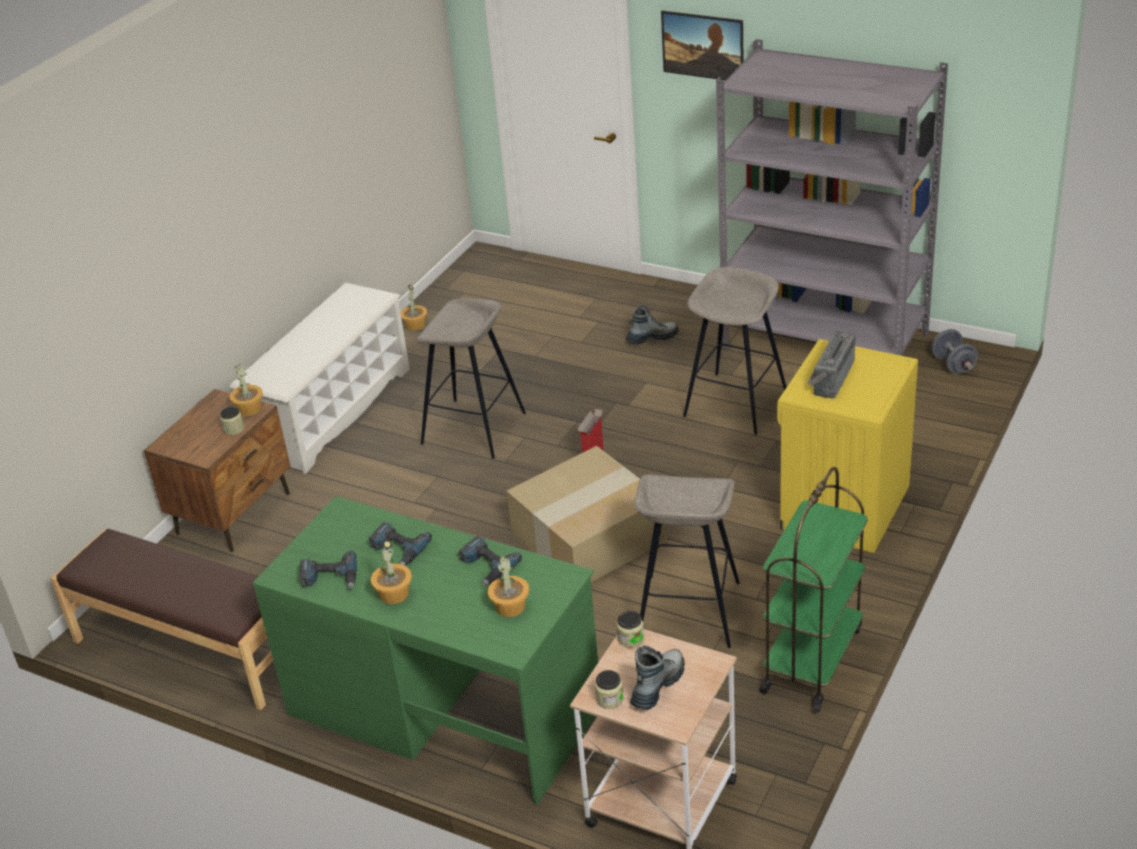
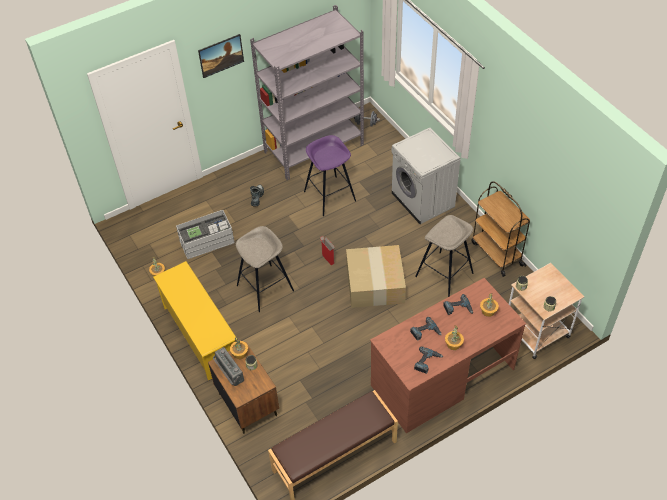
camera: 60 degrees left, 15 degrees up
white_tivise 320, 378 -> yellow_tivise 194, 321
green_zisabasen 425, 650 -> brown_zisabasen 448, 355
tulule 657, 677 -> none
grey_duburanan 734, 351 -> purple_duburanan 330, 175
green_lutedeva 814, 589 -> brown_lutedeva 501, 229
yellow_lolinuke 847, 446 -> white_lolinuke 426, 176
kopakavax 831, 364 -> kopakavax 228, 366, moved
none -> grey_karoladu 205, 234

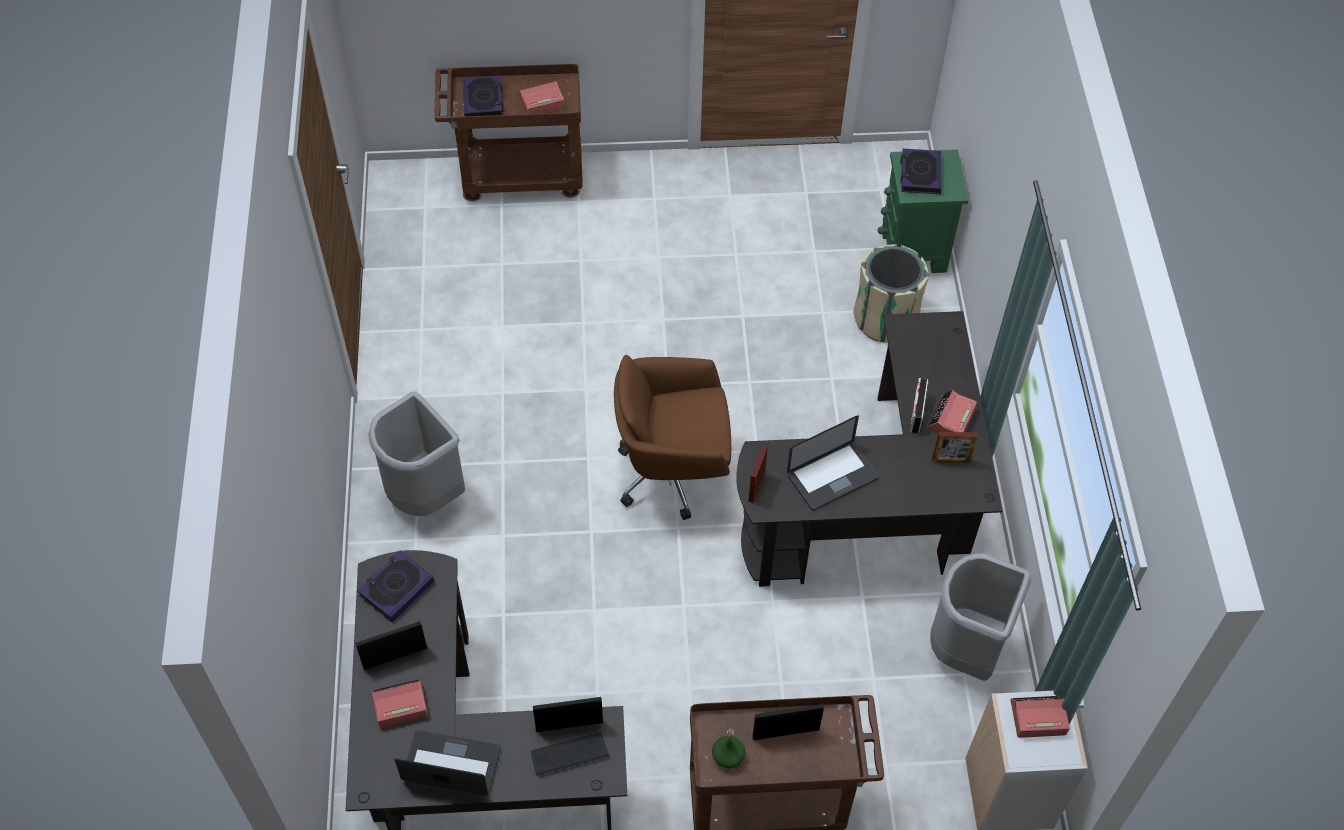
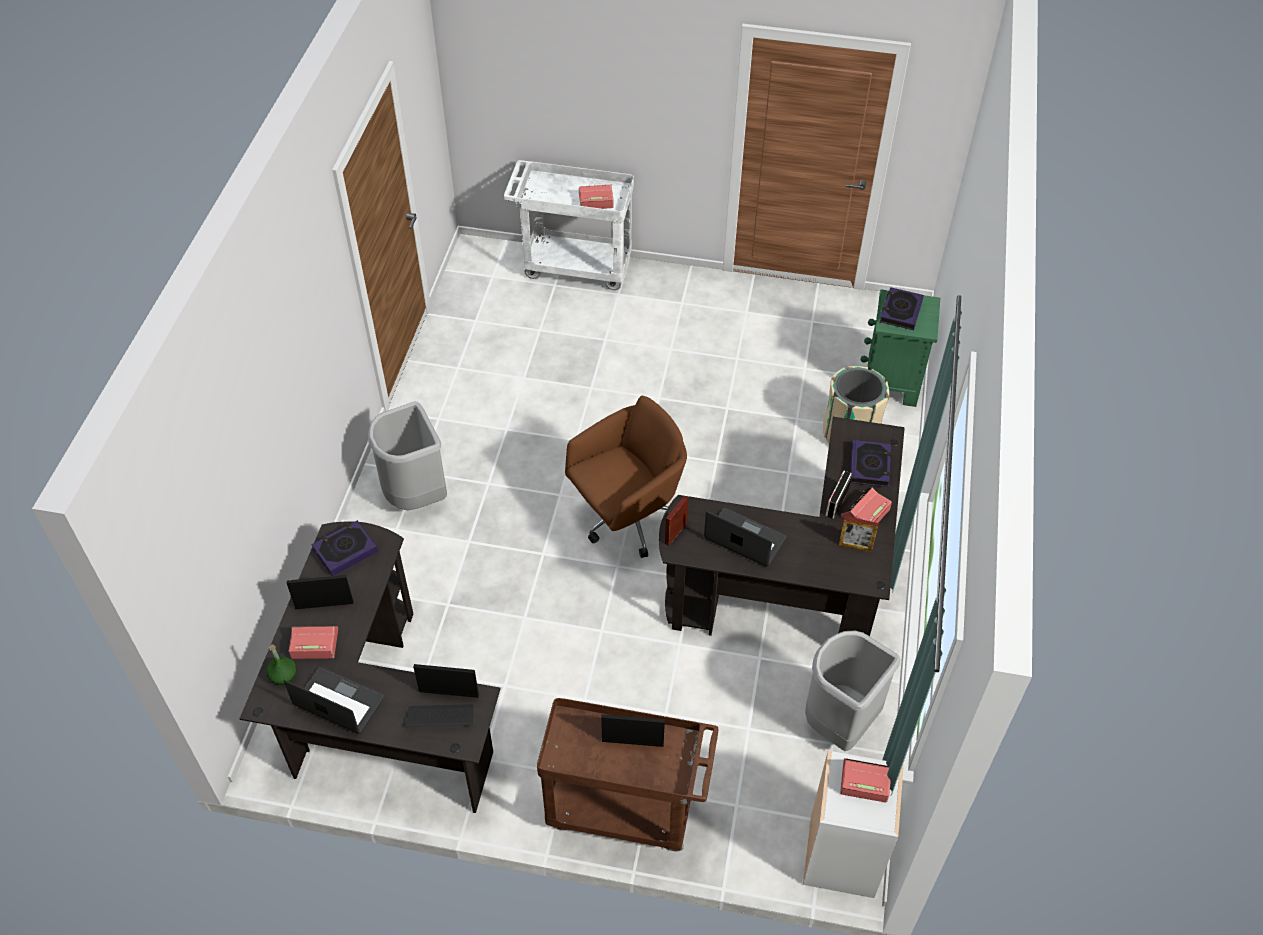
camera: 15 degrees right, 5 degrees down
brown_lutedeva 509, 132 -> white_lutedeva 569, 225
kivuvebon 483, 95 -> kivuvebon 870, 463, moved
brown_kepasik 672, 437 -> brown_kepasik 626, 477, 135 degrees clockwise
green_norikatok 728, 748 -> green_norikatok 281, 665, moved
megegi 833, 463 -> megegi 745, 537, 135 degrees counterclockwise

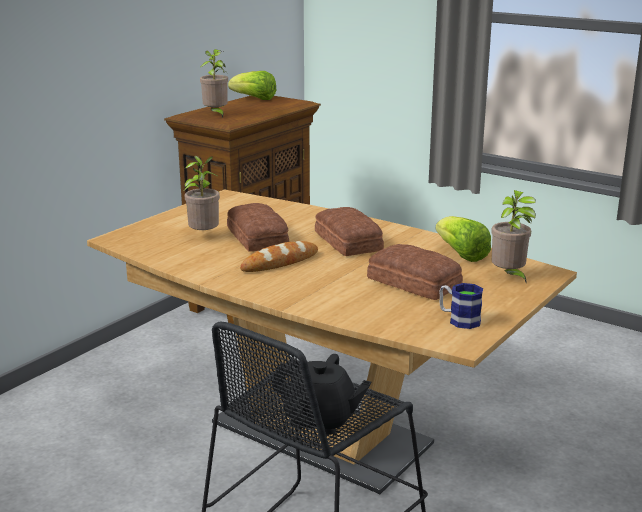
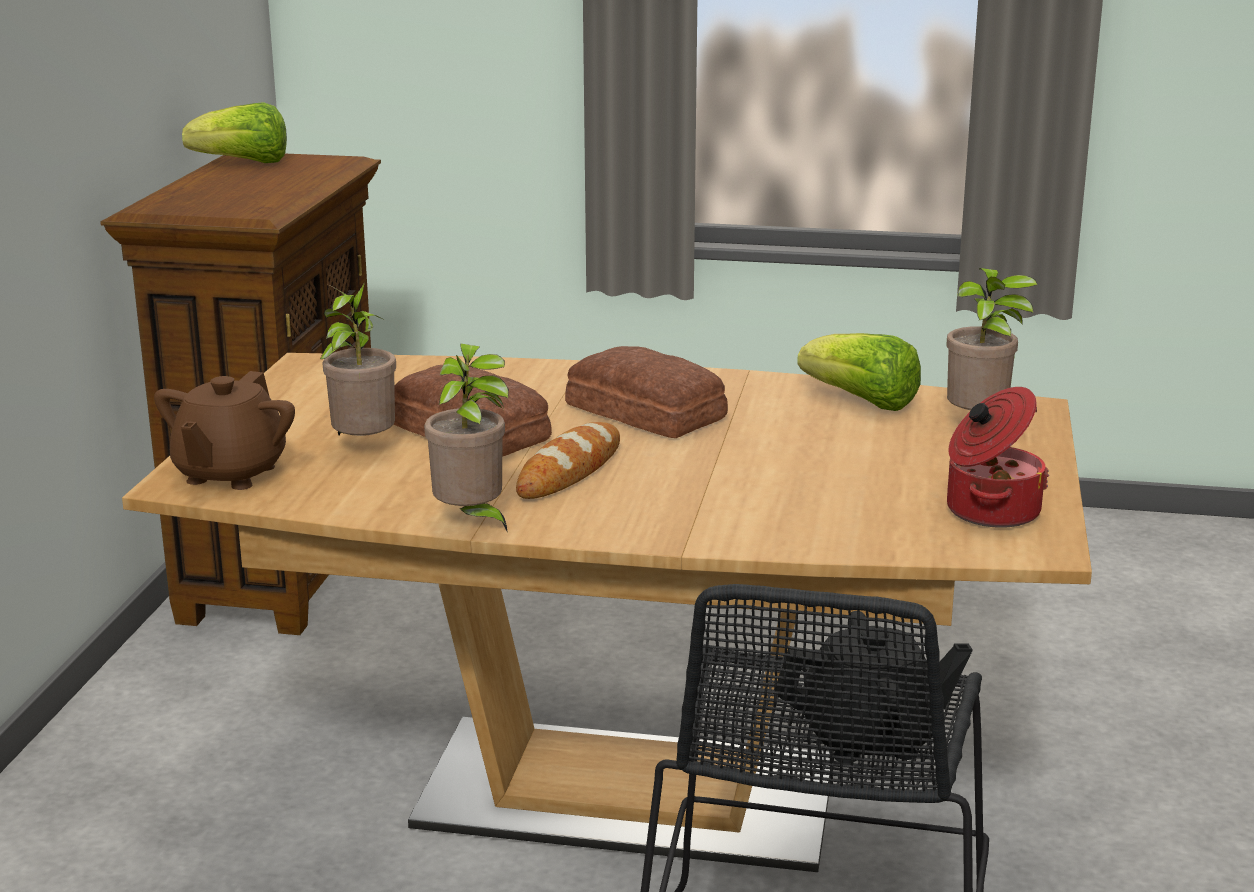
camera: 25 degrees left, 0 degrees up
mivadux 214, 83 -> mivadux 466, 438, moved
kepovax 415, 272 -> none
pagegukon 461, 306 -> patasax 998, 457
none -> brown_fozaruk 224, 430

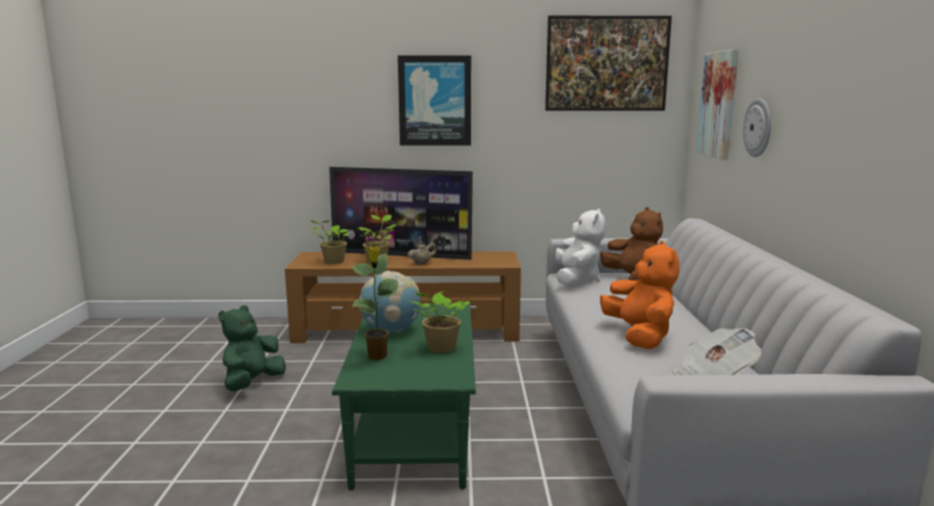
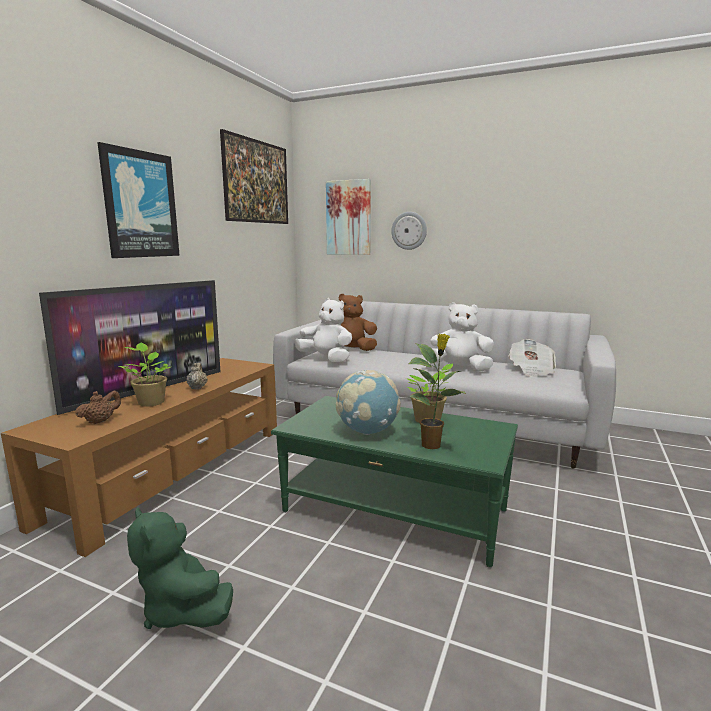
camera: 65 degrees left, 0 degrees up
mivadux 329, 242 -> brown_fozaruk 98, 407
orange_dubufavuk 639, 295 -> white_dubufavuk 462, 336

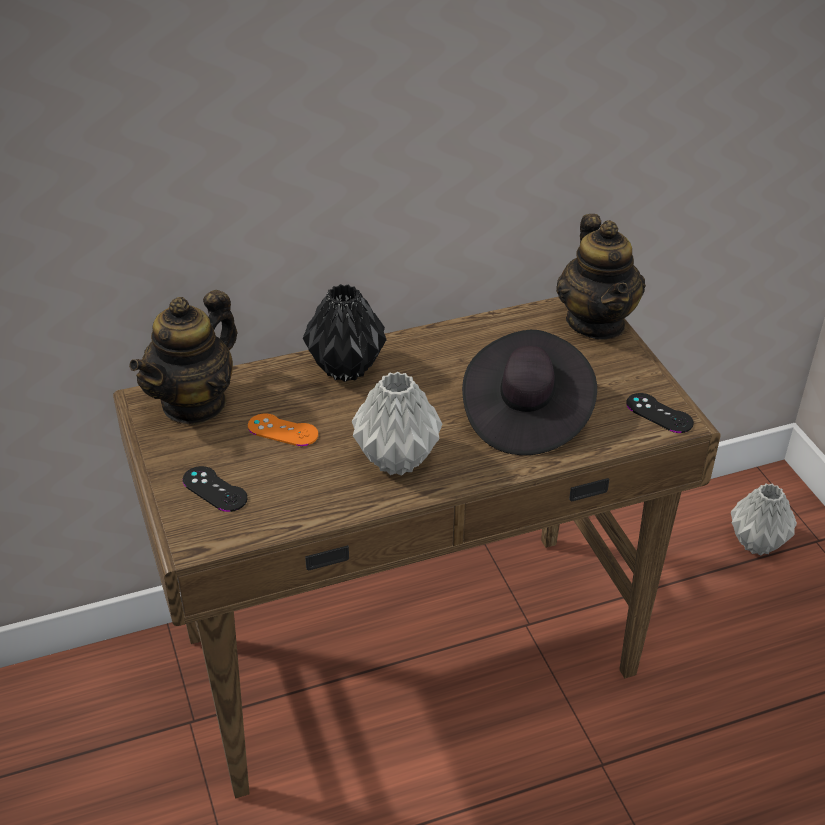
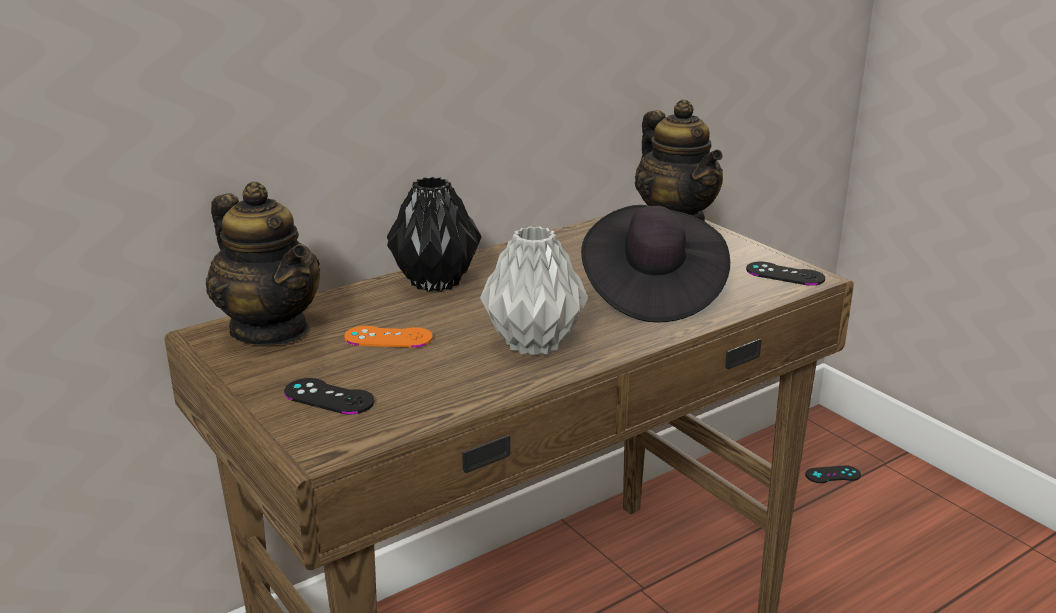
camera: 15 degrees left, 15 degrees down
fozaruk 183, 357 -> fozaruk 263, 263, 60 degrees counterclockwise
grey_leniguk 764, 519 -> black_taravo 833, 474

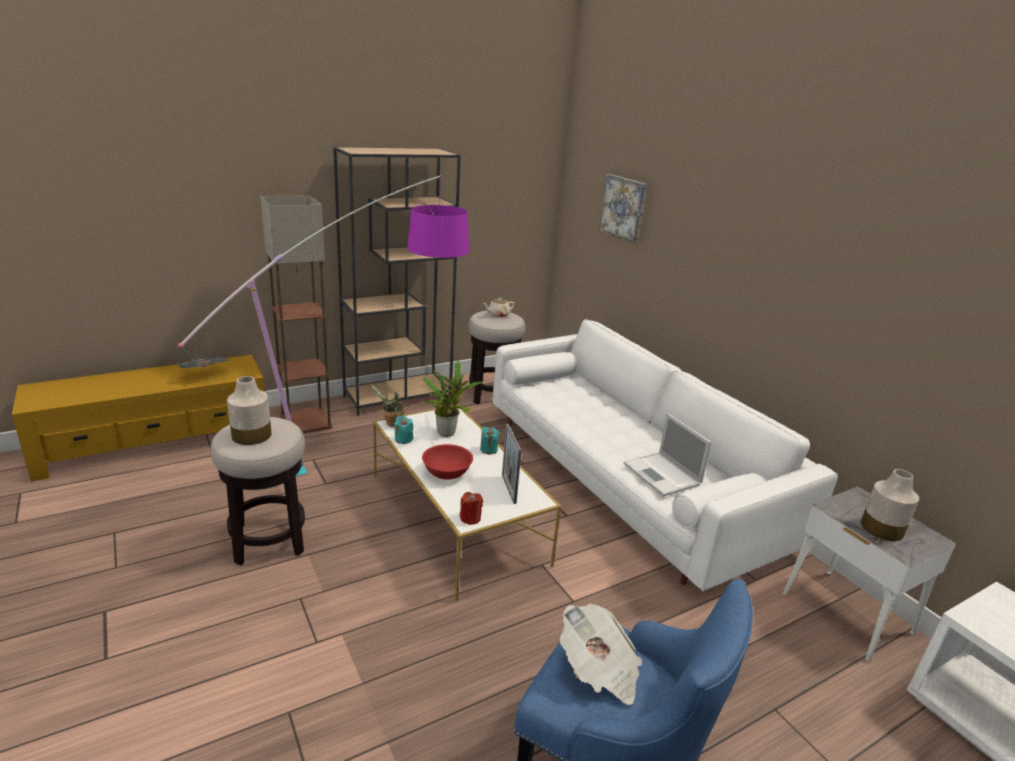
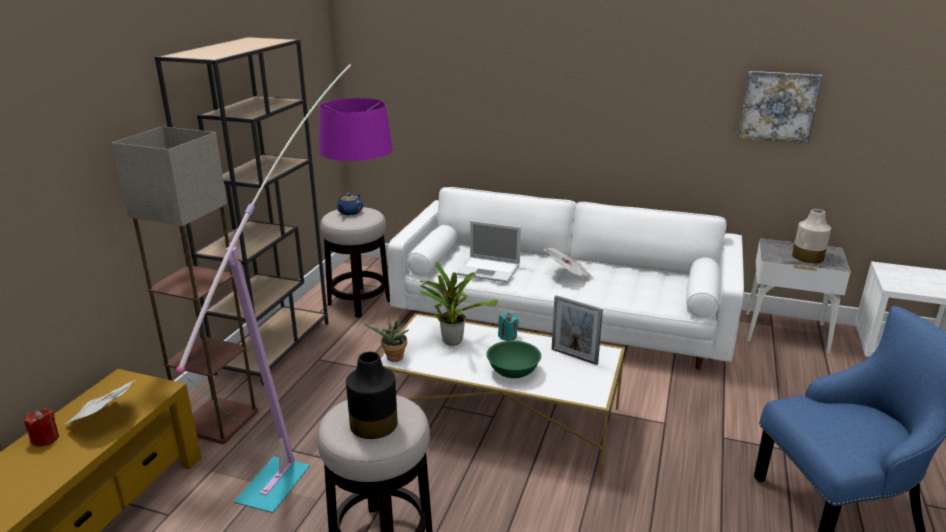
camera: 40 degrees left, 0 degrees up
beige_leniguk 249, 410 -> black_leniguk 372, 395
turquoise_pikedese 403, 429 -> none
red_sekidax 447, 461 -> green_sekidax 513, 359
red_pikedese 471, 508 -> red_pikedese 41, 427, moved
beige_fozaruk 499, 307 -> blue_fozaruk 350, 204
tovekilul 601, 654 -> tovekilul 569, 263, moved
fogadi 623, 209 -> fogadi 780, 107, moved
megegi 668, 455 -> megegi 489, 252, moved

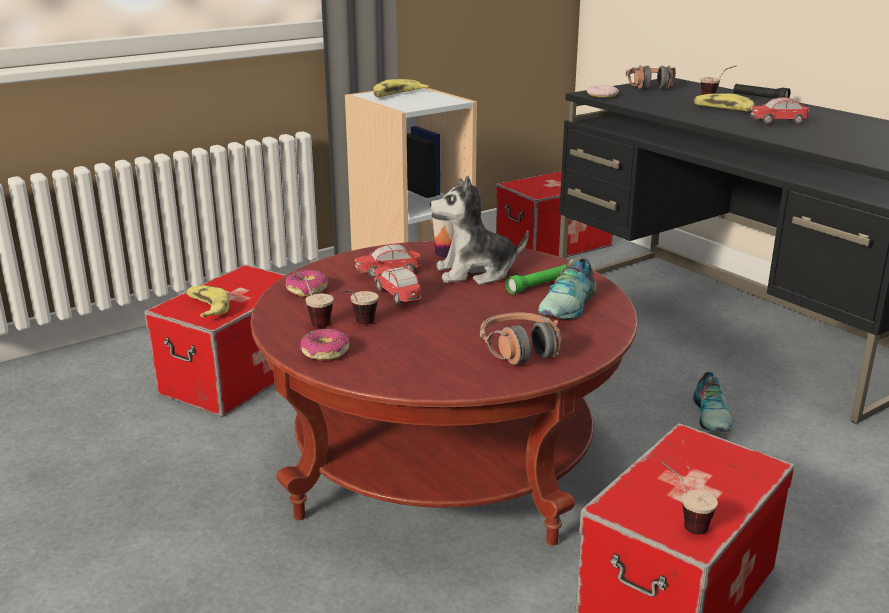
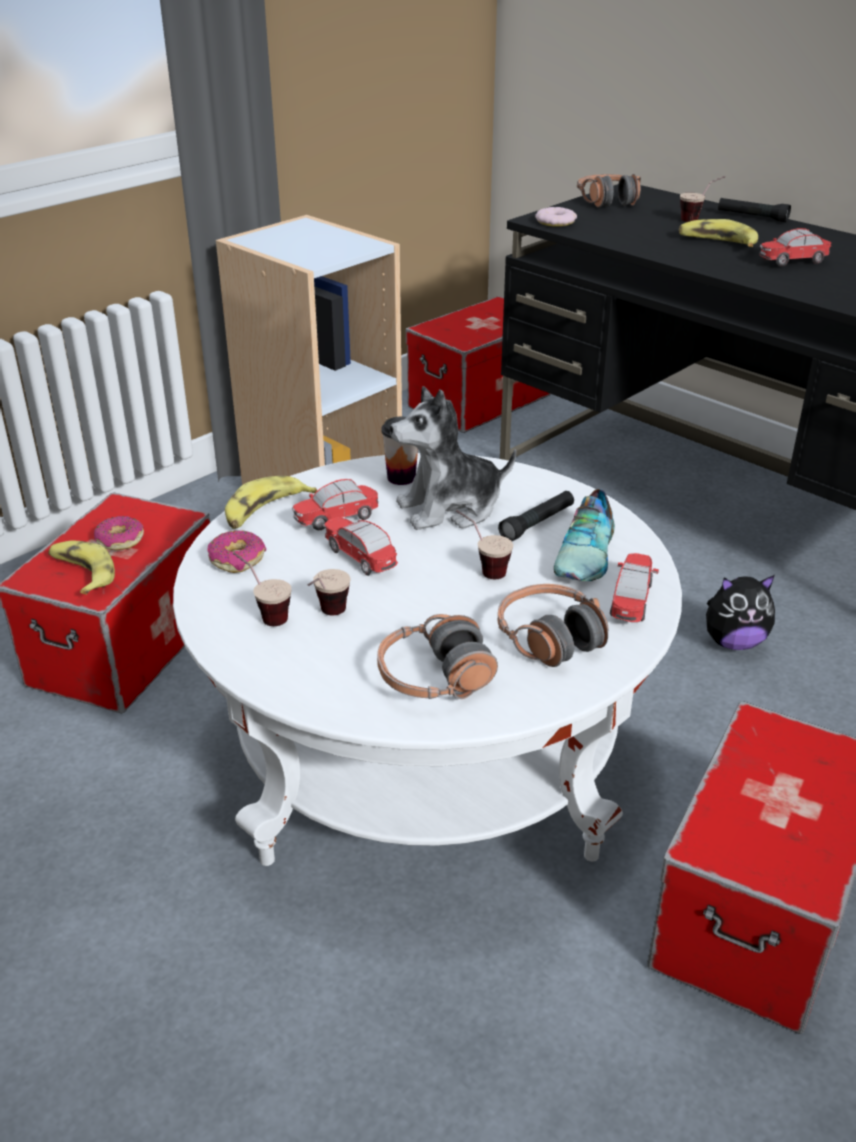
camera: 10 degrees left, 10 degrees up
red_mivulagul 444, 393 -> white_mivulagul 427, 659
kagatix 324, 344 -> kagatix 119, 533, moved
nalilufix 401, 88 -> nalilufix 271, 502, moved
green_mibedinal 535, 279 -> black_mibedinal 536, 516
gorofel 690, 498 -> gorofel 484, 544, moved
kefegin 713, 402 -> dubufavuk 740, 612
none -> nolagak 437, 656
none -> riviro 634, 587

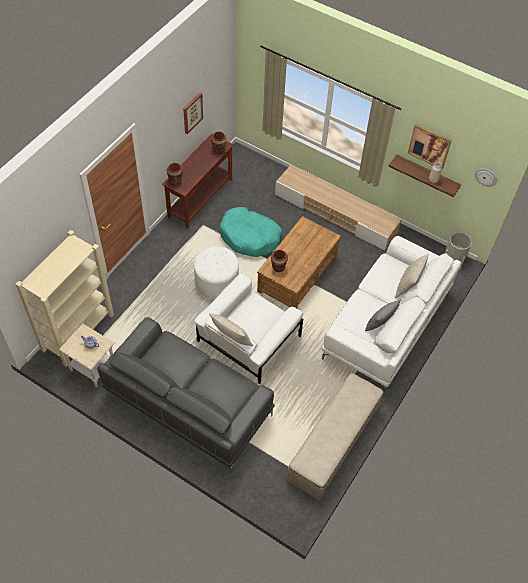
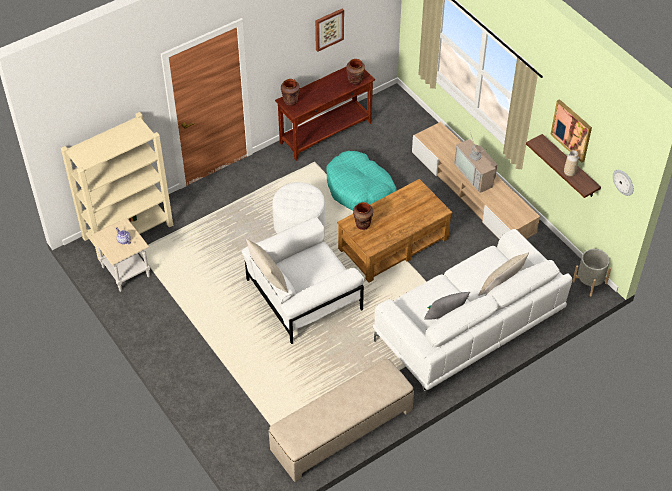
camera: 25 degrees right, 5 degrees down
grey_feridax 186, 394 -> none
none -> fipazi 475, 162

